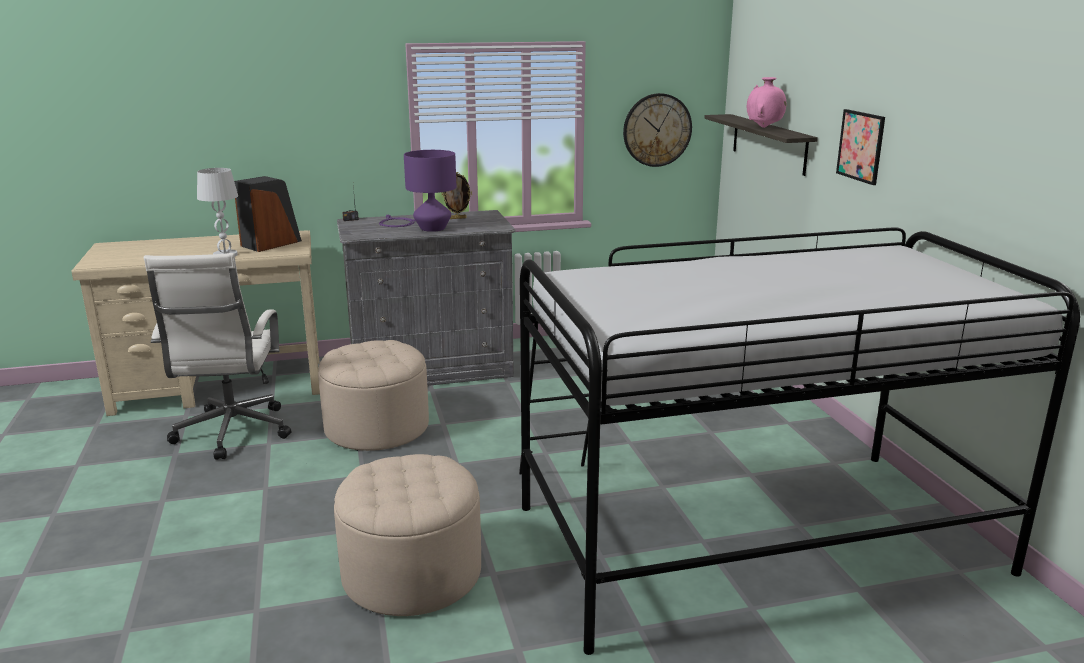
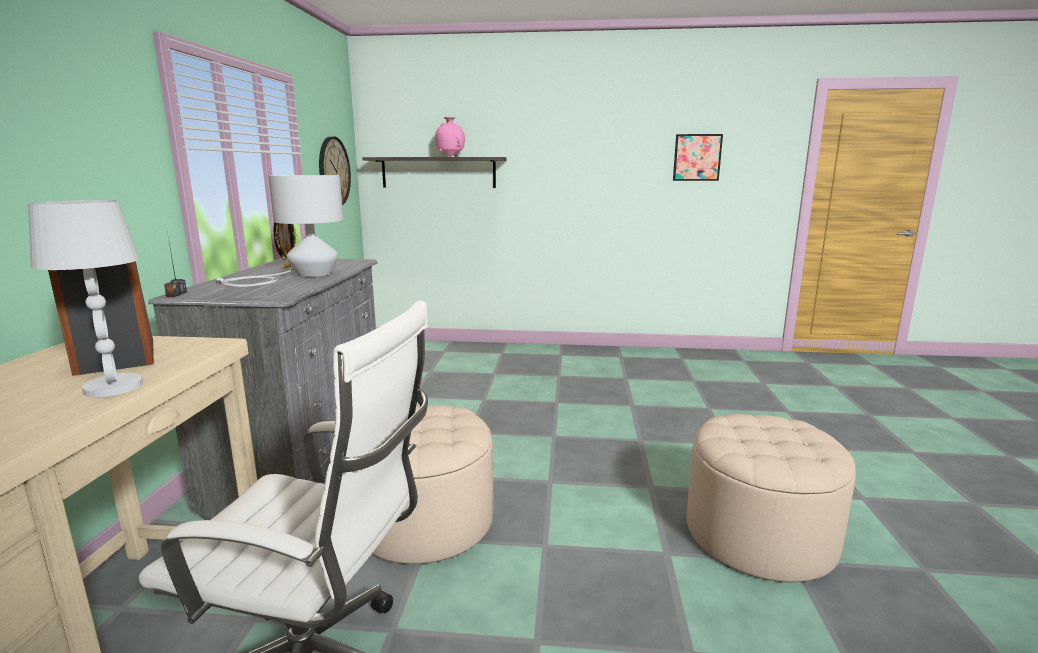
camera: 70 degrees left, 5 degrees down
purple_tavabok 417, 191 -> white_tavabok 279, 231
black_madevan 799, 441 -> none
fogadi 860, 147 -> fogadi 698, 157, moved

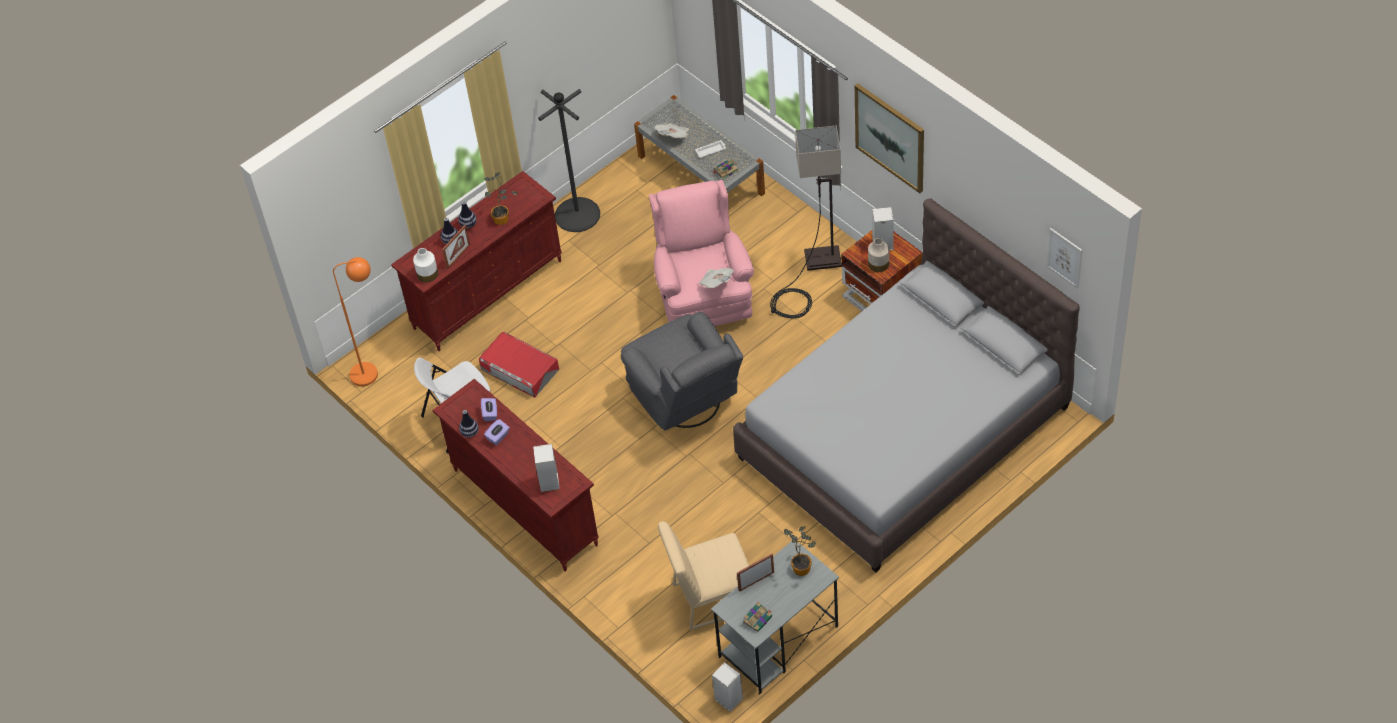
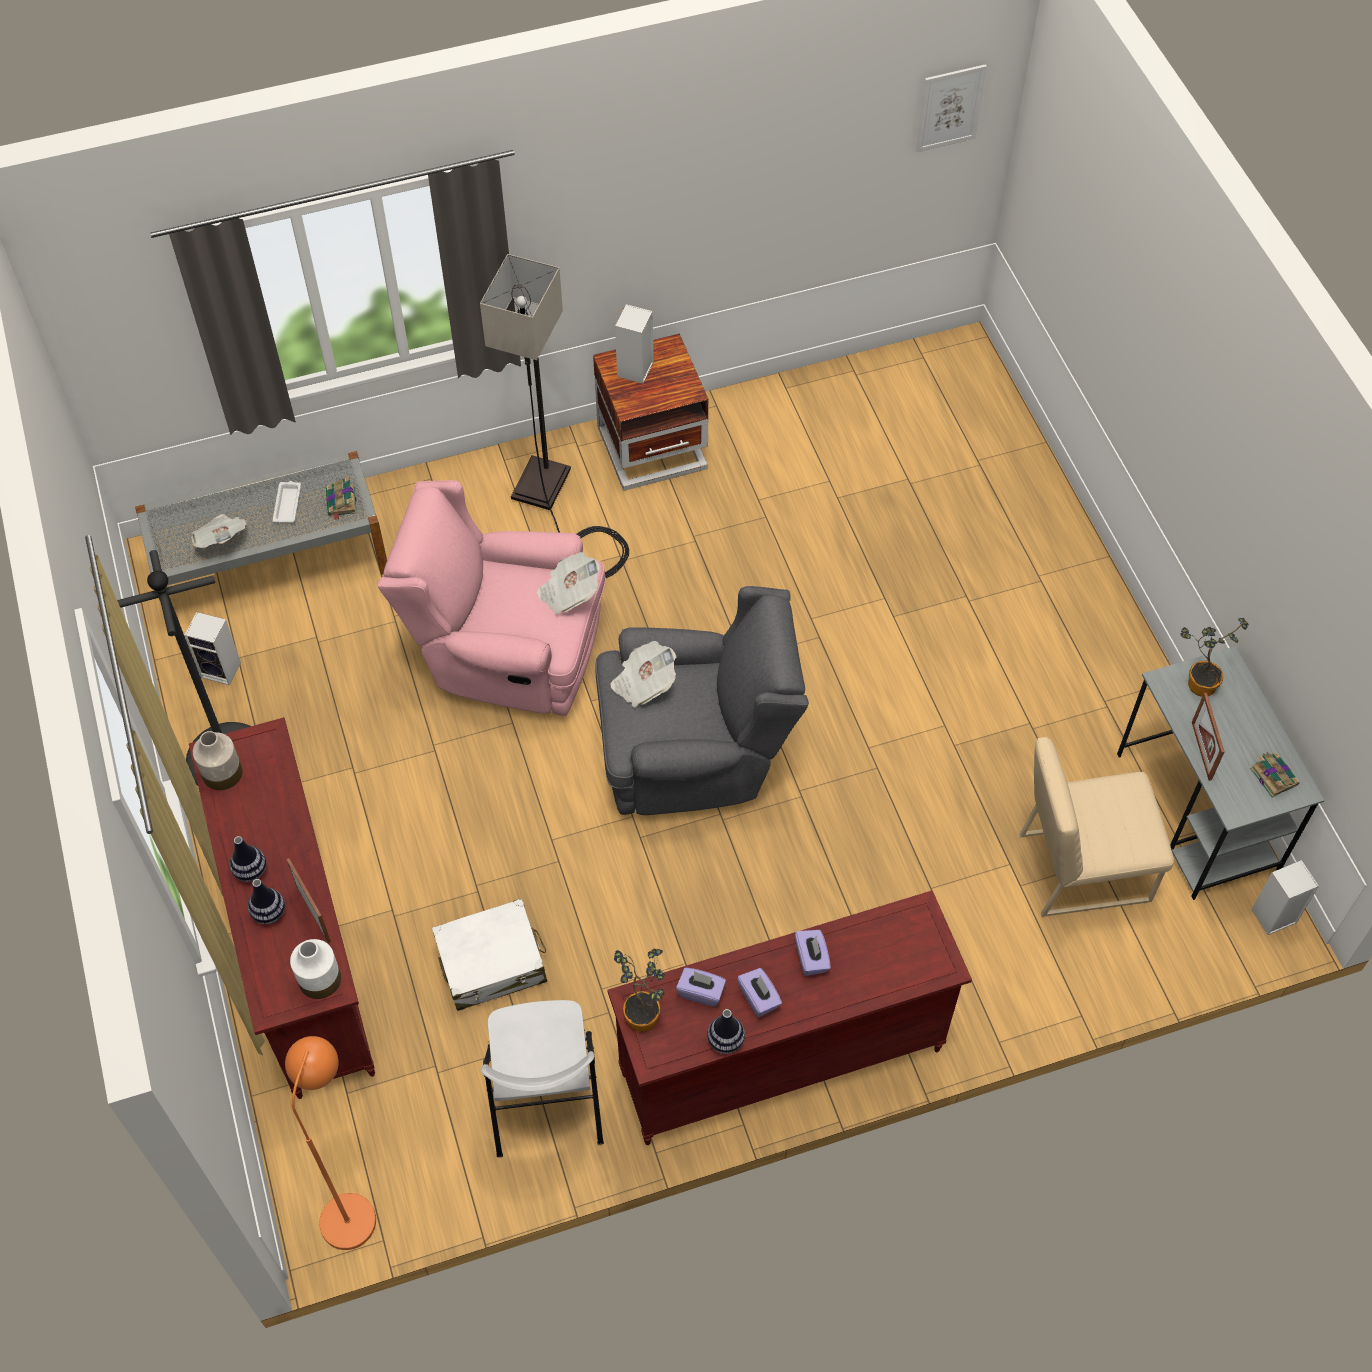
camera: 70 degrees left, 5 degrees up
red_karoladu 519, 364 -> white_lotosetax 489, 954
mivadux 500, 198 -> mivadux 639, 990, moved
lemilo 546, 468 -> lemilo 212, 648, moved
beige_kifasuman 703, 575 -> beige_kifasuman 1096, 827, 75 degrees clockwise
grey_madevan 906, 385 -> none
fogadi 889, 138 -> none
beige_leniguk 878, 255 -> beige_leniguk 218, 760, moved
none -> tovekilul 644, 674
none -> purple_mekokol 813, 953

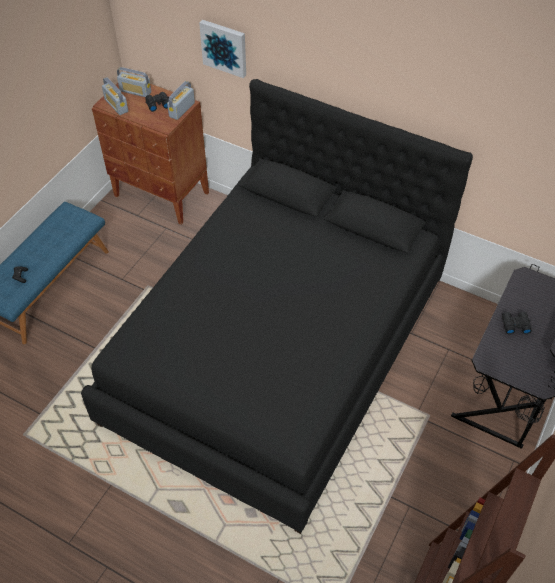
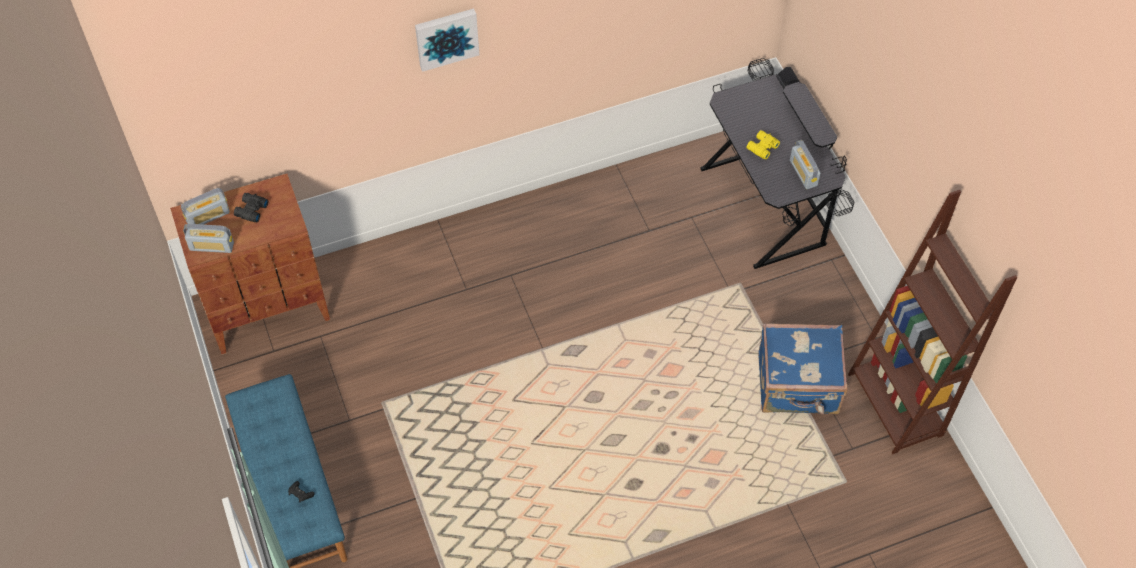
camera: 50 degrees left, 5 degrees up
black_madevan 277, 306 -> none
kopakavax 181, 100 -> kopakavax 805, 164, moved
fogadi 222, 49 -> fogadi 447, 40, moved
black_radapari 517, 323 -> yellow_radapari 763, 145
none -> blue_lotosetax 803, 369

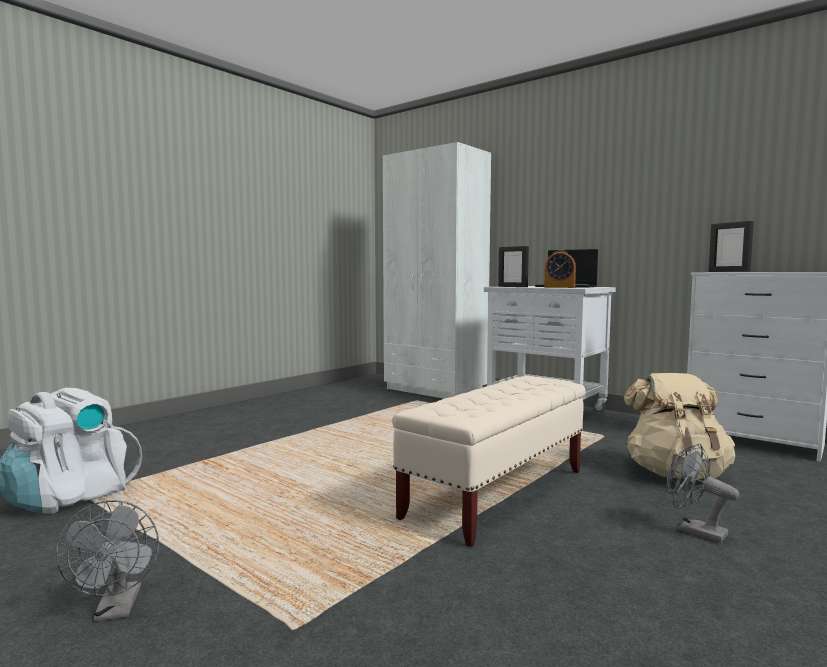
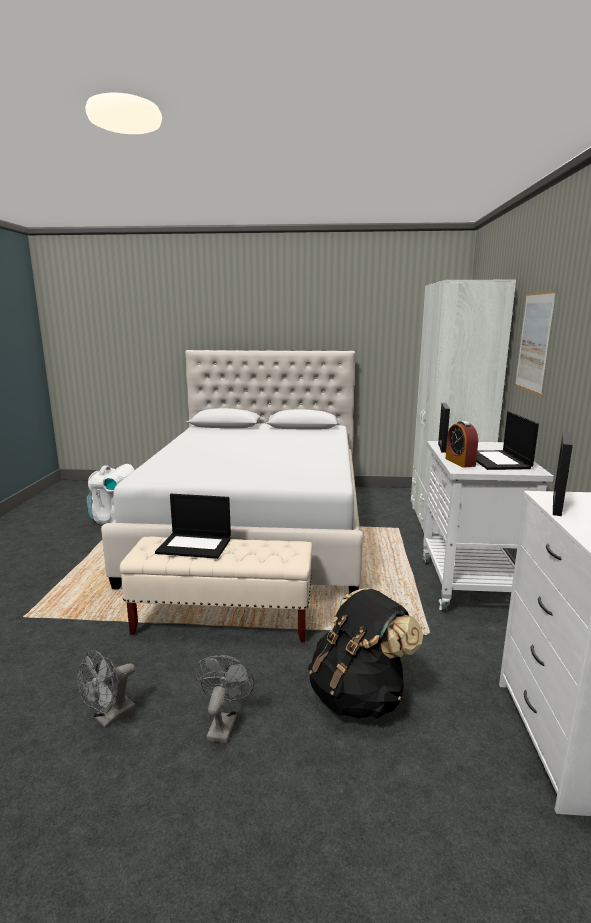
camera: 55 degrees right, 10 degrees up
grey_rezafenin 107, 560 -> grey_rezafenin 106, 689, moved
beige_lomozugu 679, 426 -> black_lomozugu 365, 653
none -> white_madevan 232, 472
none -> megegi 193, 526
none -> fogadi 535, 343

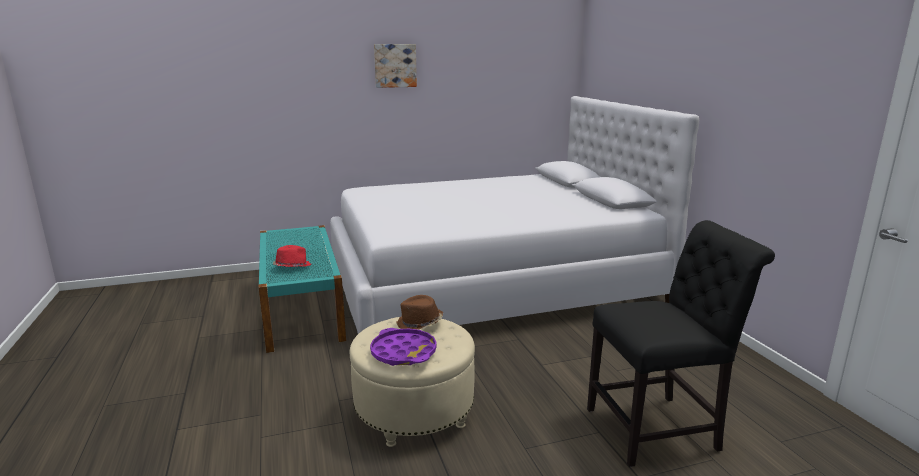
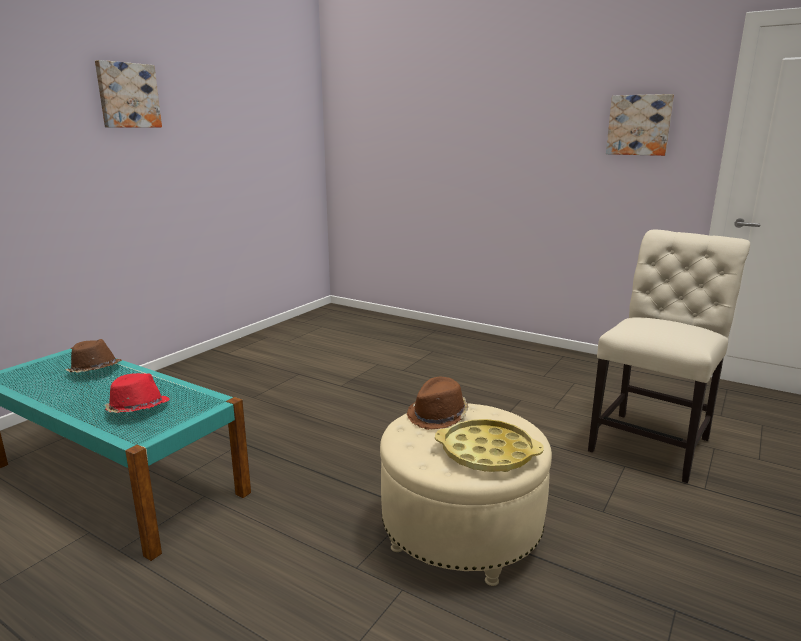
camera: 40 degrees left, 0 degrees up
white_madevan 514, 215 -> none
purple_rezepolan 403, 347 -> yellow_rezepolan 489, 445
black_kifasuman 681, 343 -> beige_kifasuman 669, 356
none -> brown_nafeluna 93, 356
none -> fogadi 640, 125

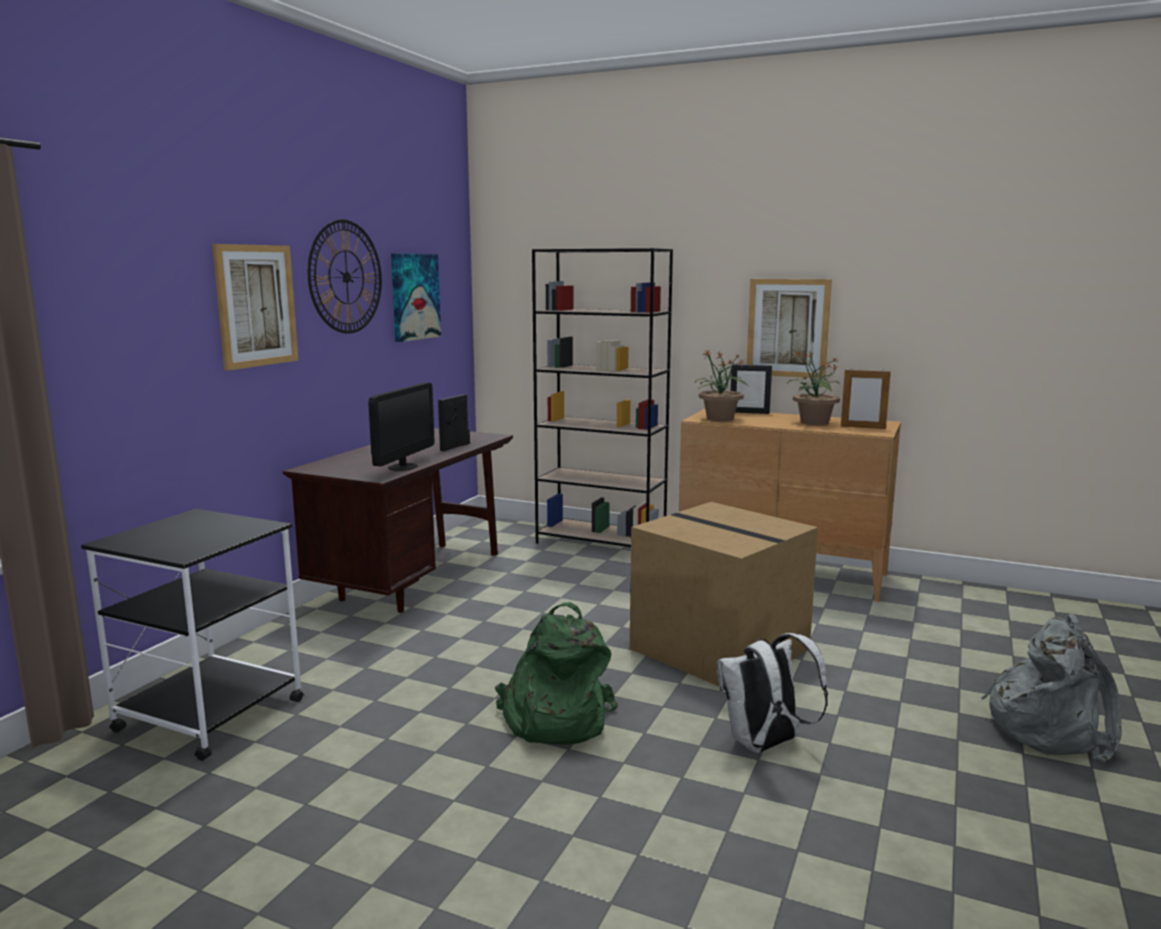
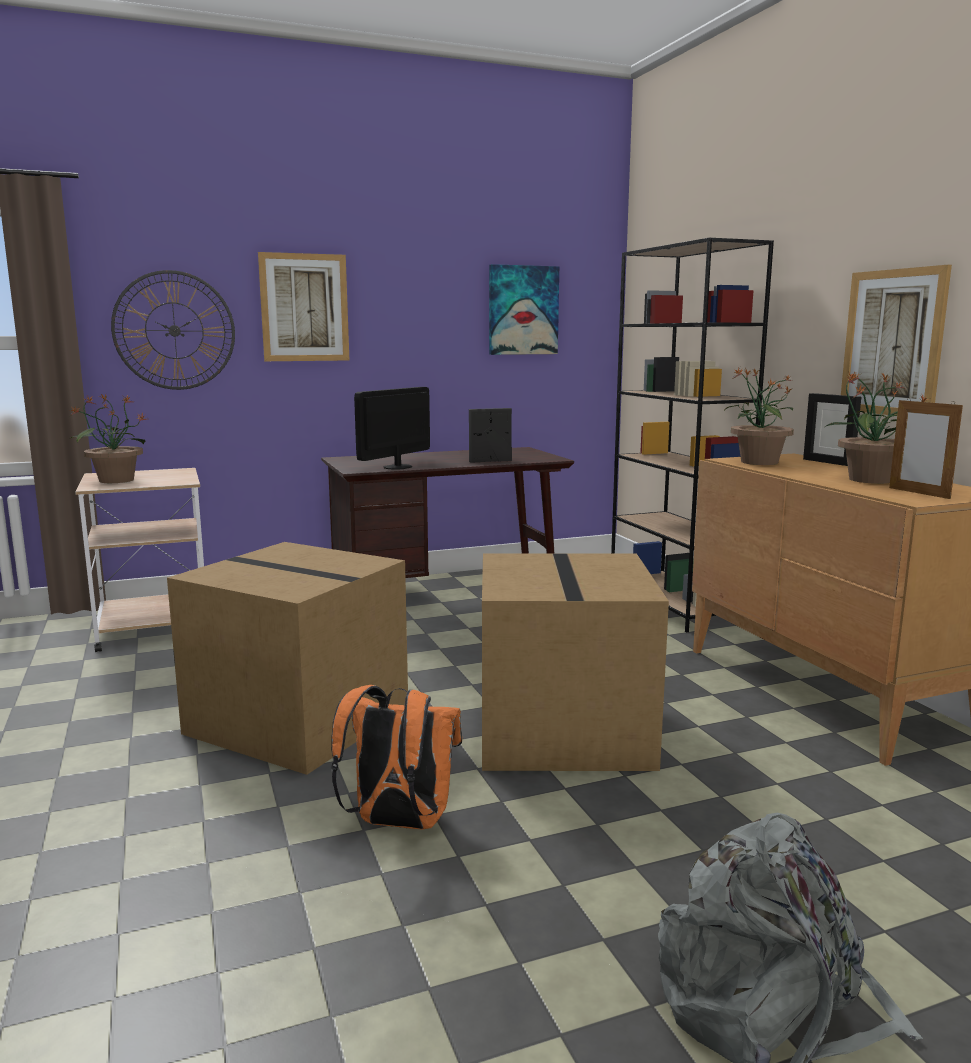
camera: 45 degrees right, 0 degrees up
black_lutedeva 192, 635 -> beige_lutedeva 139, 560
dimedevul 345, 277 -> dimedevul 173, 330, moved
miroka 401, 427 -> miroka 392, 428, 150 degrees clockwise
green_lomozugu 556, 673 -> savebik 287, 658
white_lomozugu 772, 693 -> orange_lomozugu 396, 757
none -> mivadux 108, 438

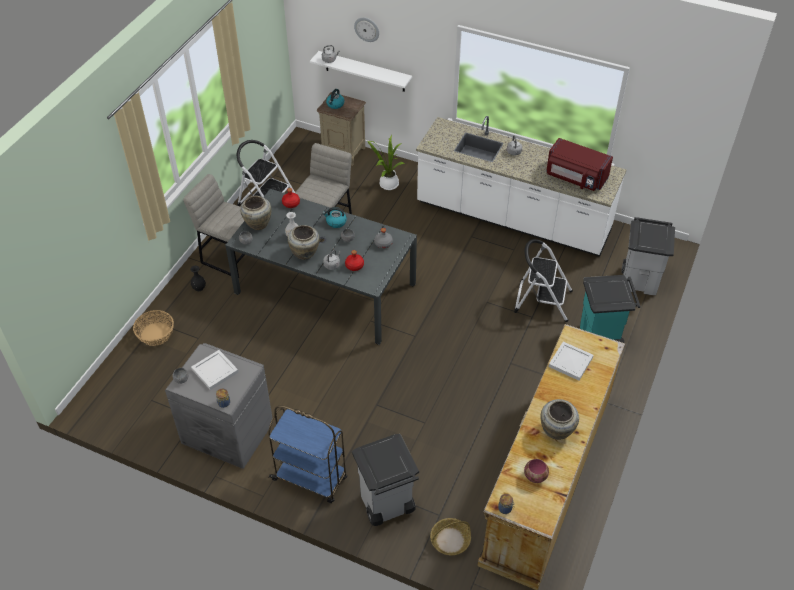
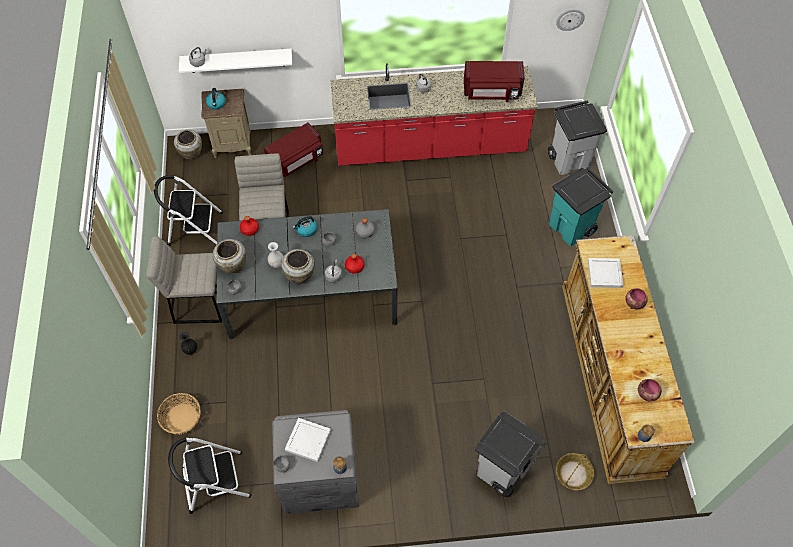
camera: 30 degrees left, 10 degrees up
blue_lutedeva 308, 454 -> none
dimedevul 366, 29 -> dimedevul 570, 20, moved
mivadux 386, 162 -> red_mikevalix 293, 149
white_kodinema 521, 186 -> red_kodinema 434, 114
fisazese 543, 280 -> fisazese 209, 476, moved
beige_leniguk 559, 419 -> beige_leniguk 188, 144, moved
none -> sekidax 636, 298

